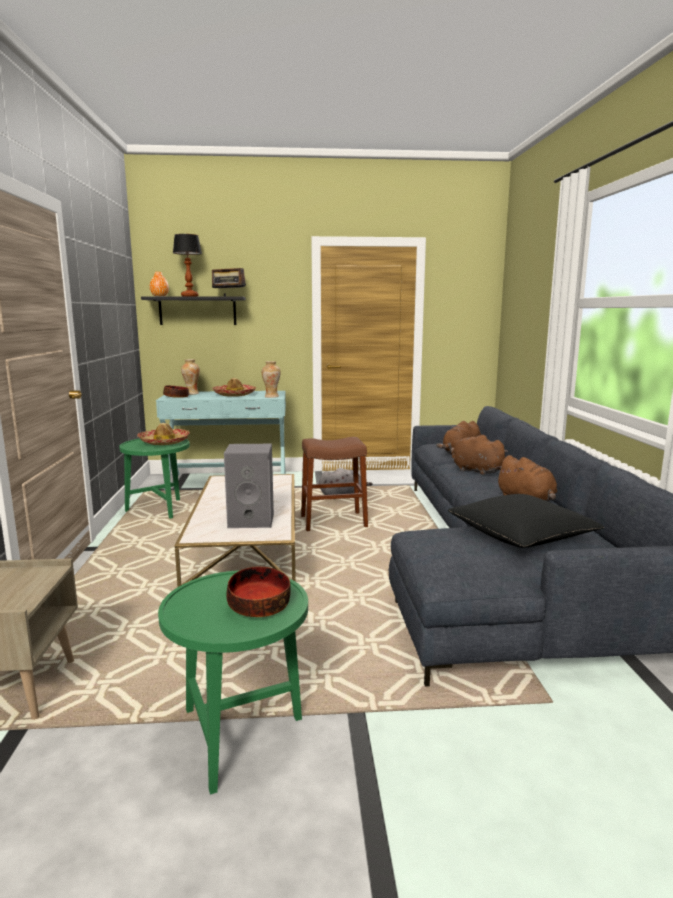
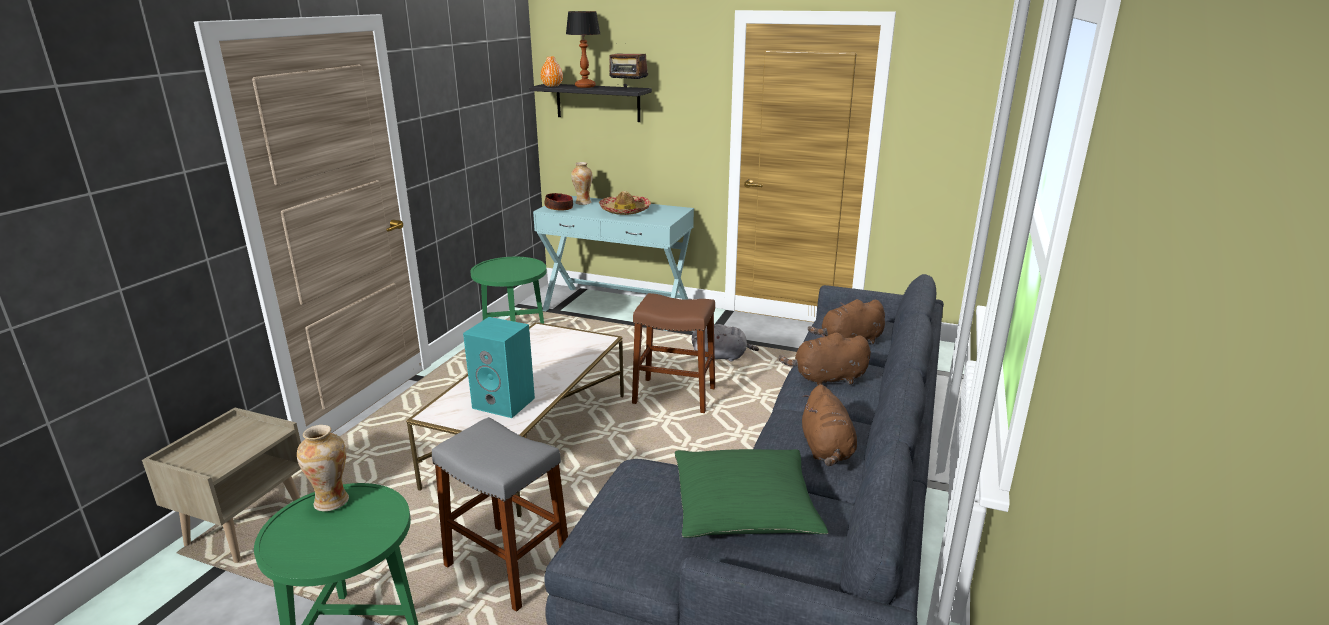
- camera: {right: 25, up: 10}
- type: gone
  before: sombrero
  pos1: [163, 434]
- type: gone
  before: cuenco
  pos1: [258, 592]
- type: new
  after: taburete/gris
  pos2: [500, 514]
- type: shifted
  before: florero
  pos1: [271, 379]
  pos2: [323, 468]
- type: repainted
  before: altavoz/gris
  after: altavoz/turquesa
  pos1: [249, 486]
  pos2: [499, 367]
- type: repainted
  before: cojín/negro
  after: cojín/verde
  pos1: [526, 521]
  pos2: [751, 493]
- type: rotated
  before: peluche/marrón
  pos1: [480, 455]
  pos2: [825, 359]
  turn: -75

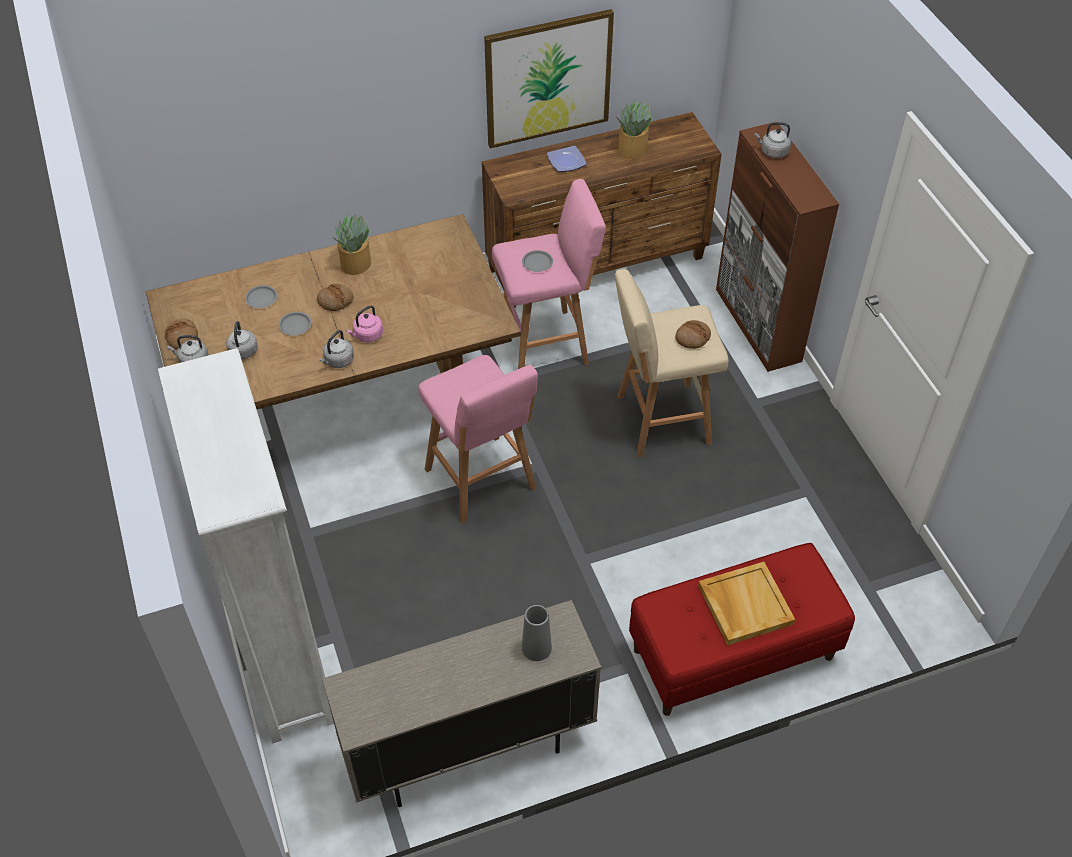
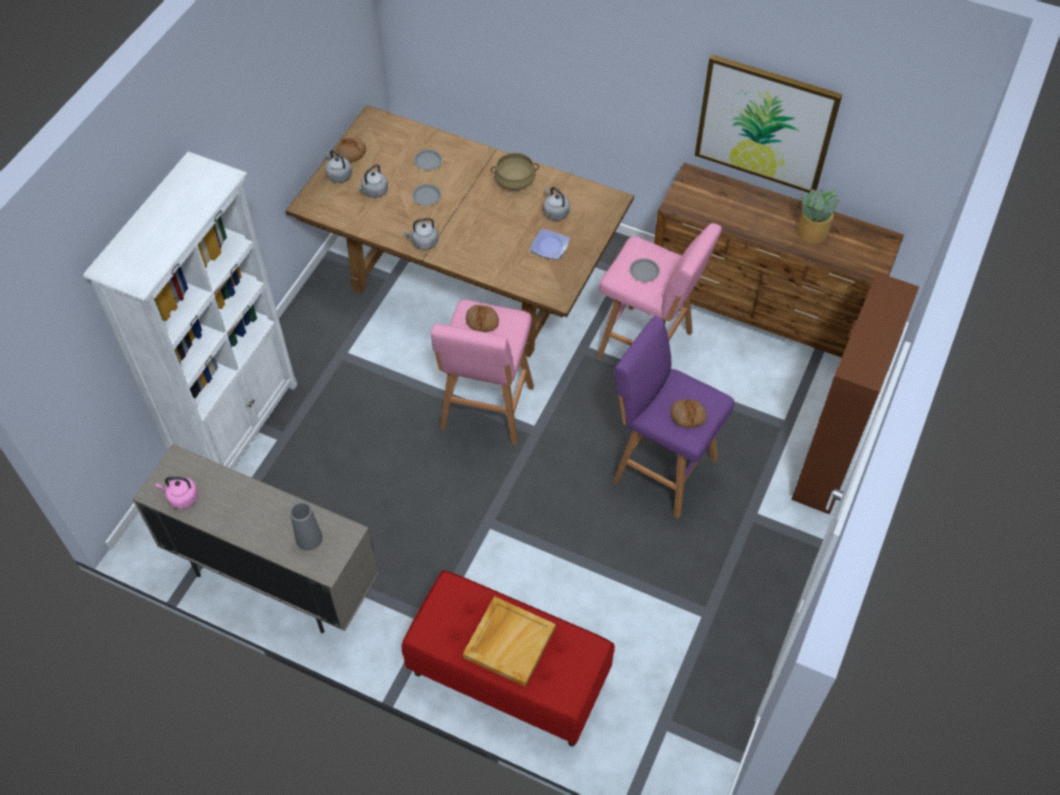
- camera: {right: 45, up: 5}
- type: shifted
  before: pan
  pos1: [335, 297]
  pos2: [482, 318]
- type: shifted
  before: hervidor/rosa
  pos1: [364, 323]
  pos2: [176, 493]
- type: shifted
  before: plato
  pos1: [567, 159]
  pos2: [550, 244]
- type: shifted
  before: hervidor/gris
  pos1: [773, 140]
  pos2: [556, 204]
- type: swapped
  before: planta en maceta
  after: olla/beis
  pos1: [352, 244]
  pos2: [515, 171]
- type: repainted
  before: taburete/beis
  after: taburete/morado
  pos1: [672, 363]
  pos2: [673, 417]

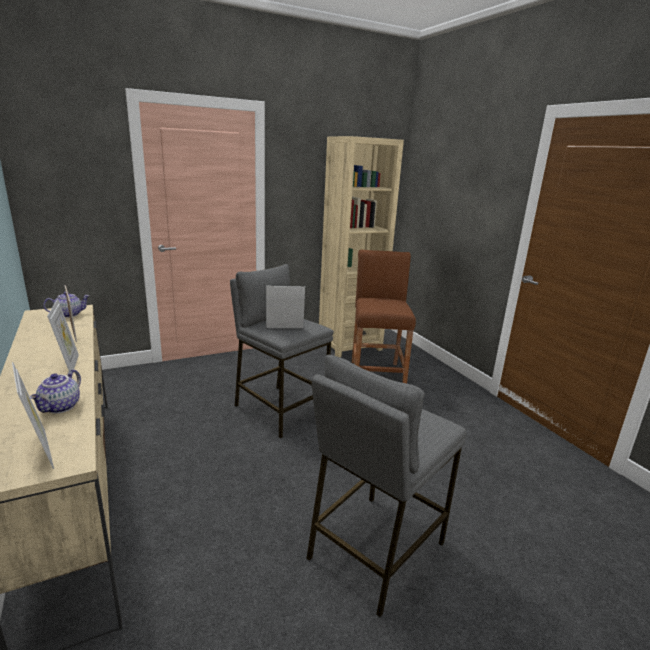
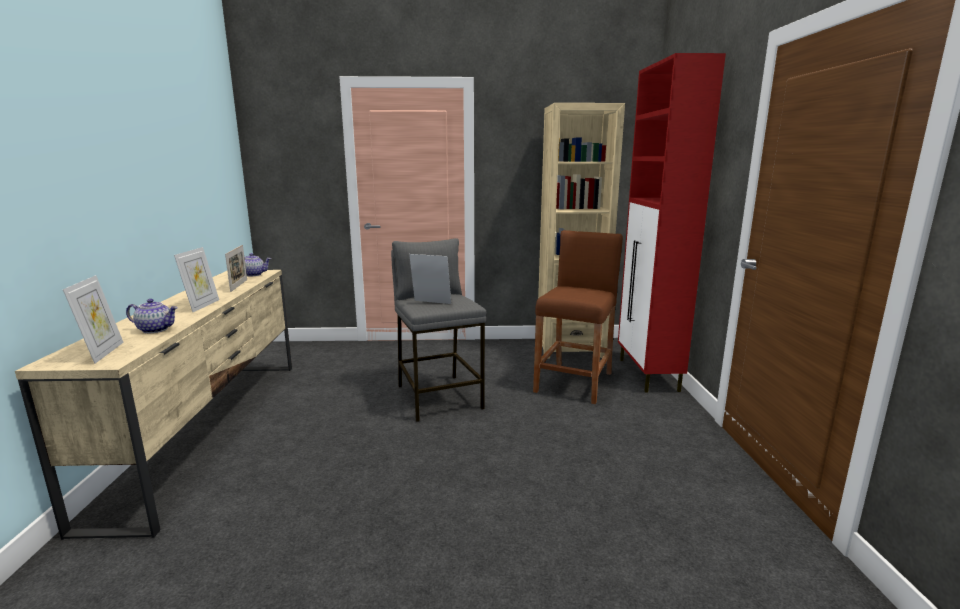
- camera: {right: 25, up: -5}
- type: gone
  before: taburete/gris
  pos1: [386, 486]
- type: new
  after: armario/rojo
  pos2: [672, 222]
- type: rotated
  before: tetera
  pos1: [55, 391]
  pos2: [152, 316]
  turn: -120

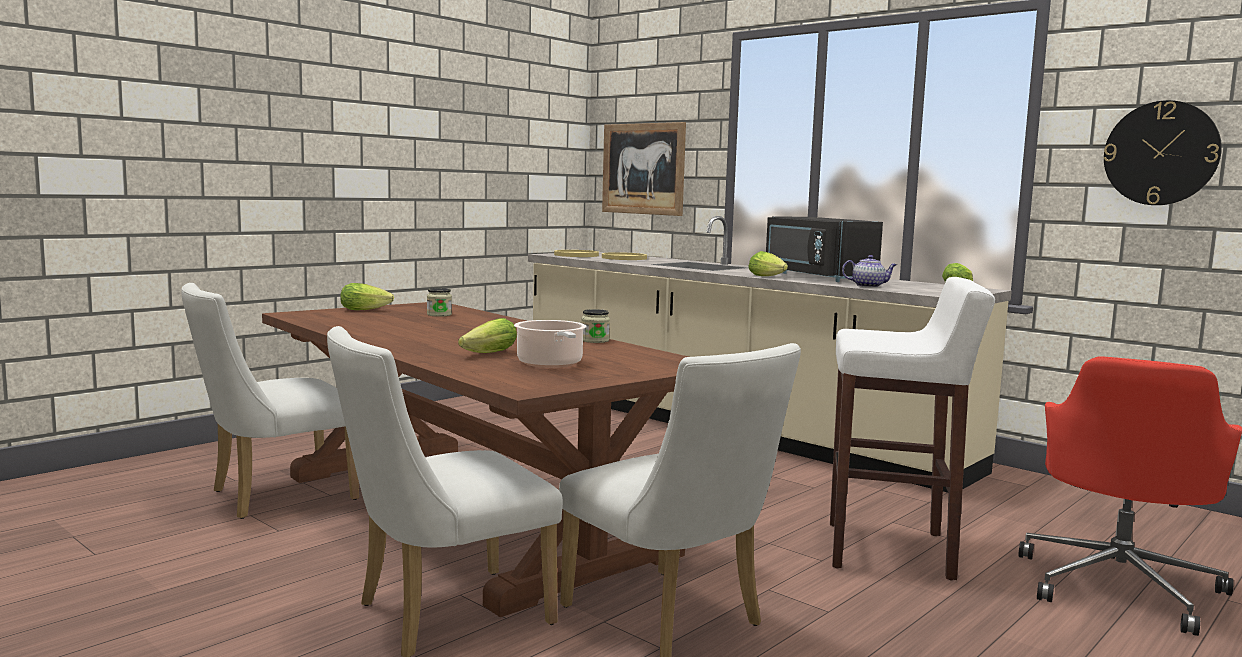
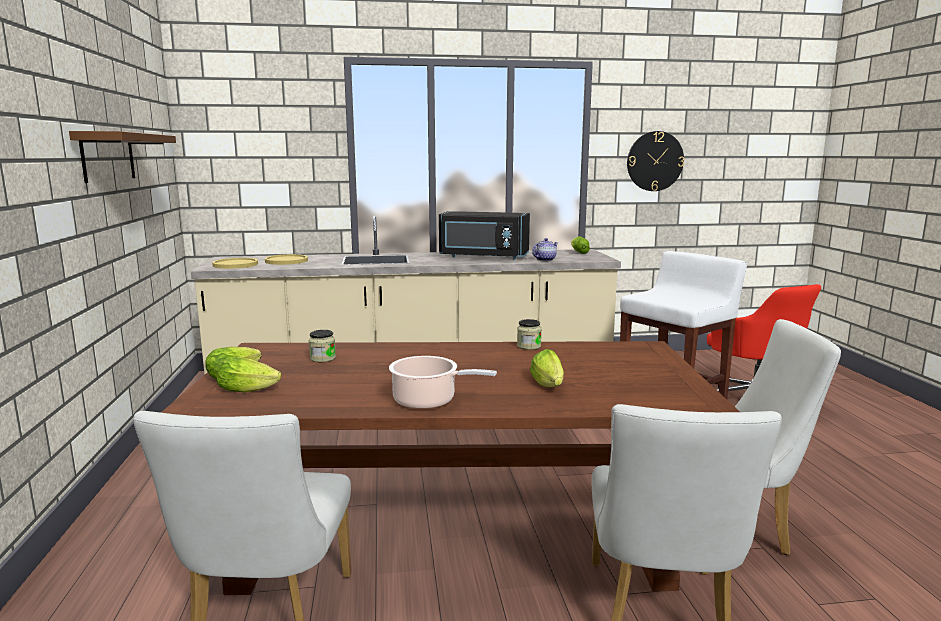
- camera: {right: -50, up: 5}
- type: gone
  before: cuadro
  pos1: [644, 169]
- type: new
  after: estante/marrón
  pos2: [122, 157]
- type: shifted
  before: olla
  pos1: [550, 344]
  pos2: [443, 382]
- type: shifted
  before: lechuga
  pos1: [768, 263]
  pos2: [248, 374]

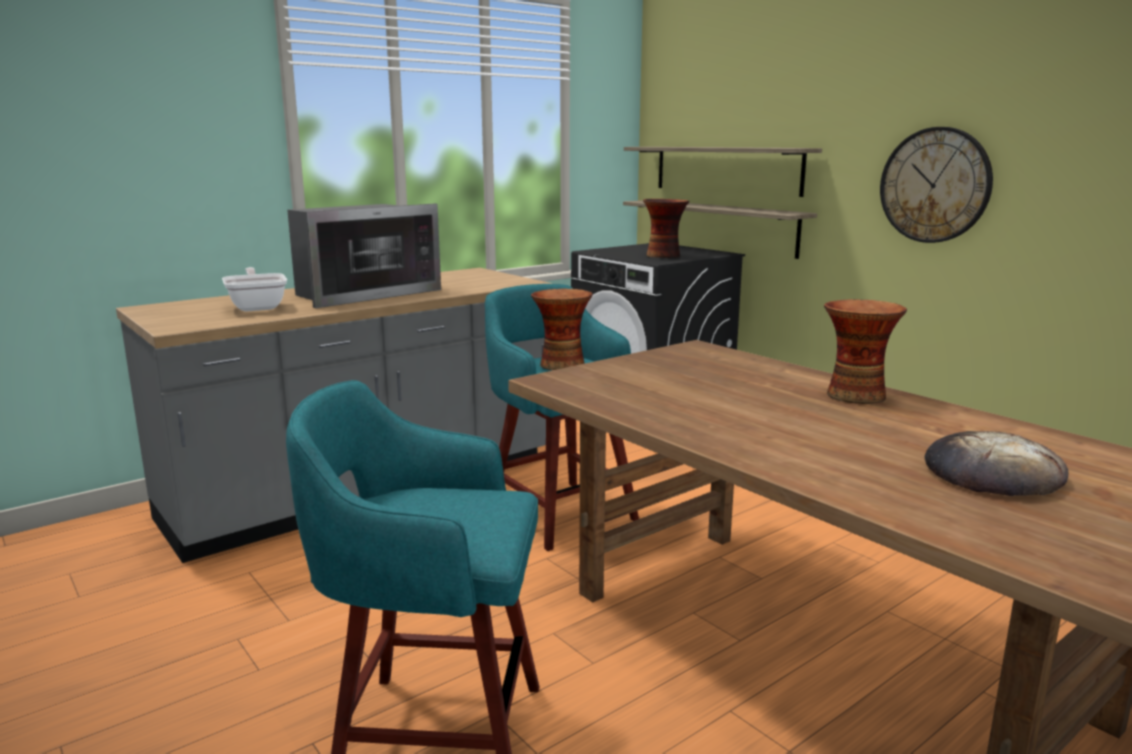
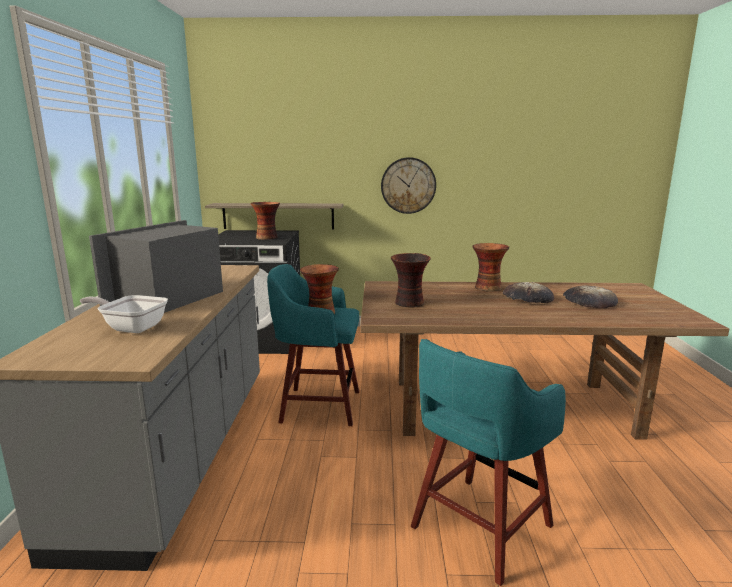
- camera: {right: -50, up: 0}
- type: gone
  before: estante
  pos1: [723, 172]
- type: new
  after: florero
  pos2: [411, 280]
- type: new
  after: pan
  pos2: [528, 292]
- type: rotated
  before: microondas
  pos1: [364, 255]
  pos2: [156, 266]
  turn: -150

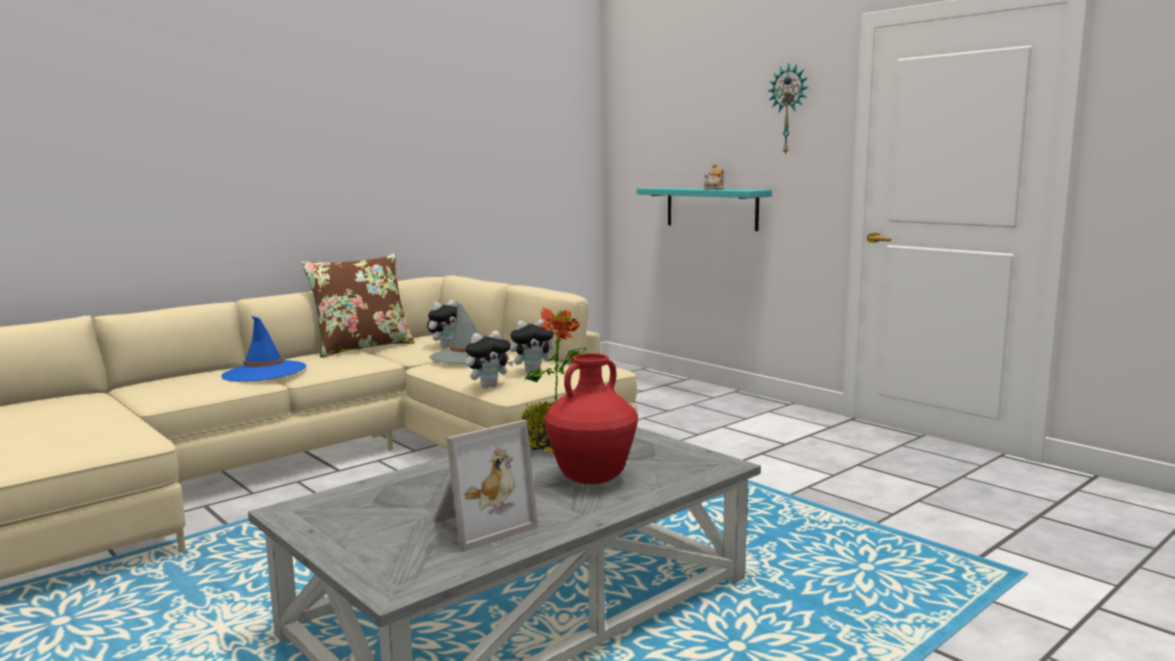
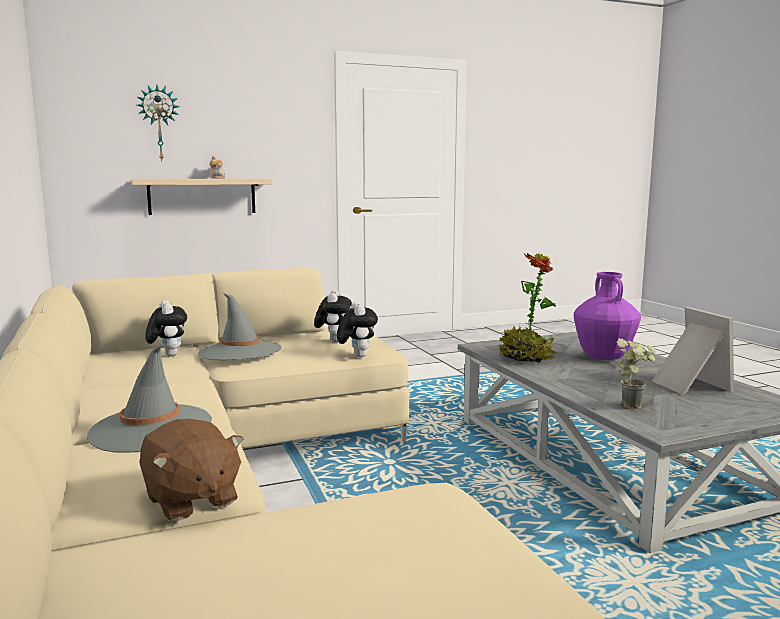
- camera: {right: -70, up: 0}
- type: gone
  before: cojín/marrón
  pos1: [358, 306]
- type: new
  after: peluche/marrón
  pos2: [191, 470]
- type: new
  after: planta en maceta
  pos2: [636, 373]
- type: shifted
  before: reloj de pared
  pos1: [788, 109]
  pos2: [158, 123]
- type: repainted
  before: sombrero/azul
  after: sombrero/gris
  pos1: [263, 349]
  pos2: [149, 399]
- type: repainted
  before: florero/rojo
  after: florero/morado
  pos1: [591, 418]
  pos2: [607, 316]
- type: repainted
  before: estante/turquesa
  after: estante/beis
  pos1: [704, 209]
  pos2: [202, 197]

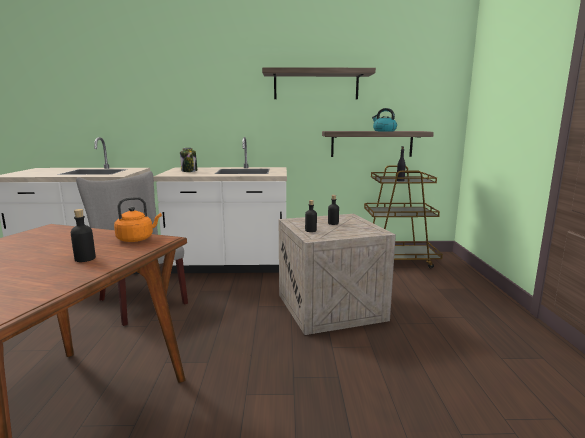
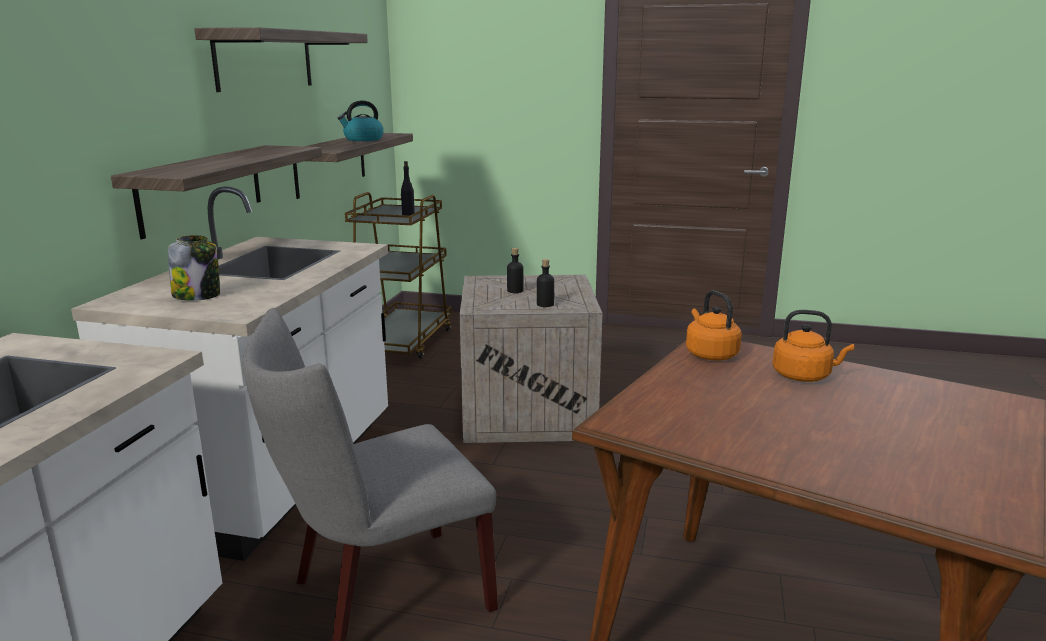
- camera: {right: -75, up: 5}
- type: new
  after: estante
  pos2: [216, 192]
- type: swapped
  before: botella/negro
  after: hervidor/naranja
  pos1: [83, 235]
  pos2: [813, 346]

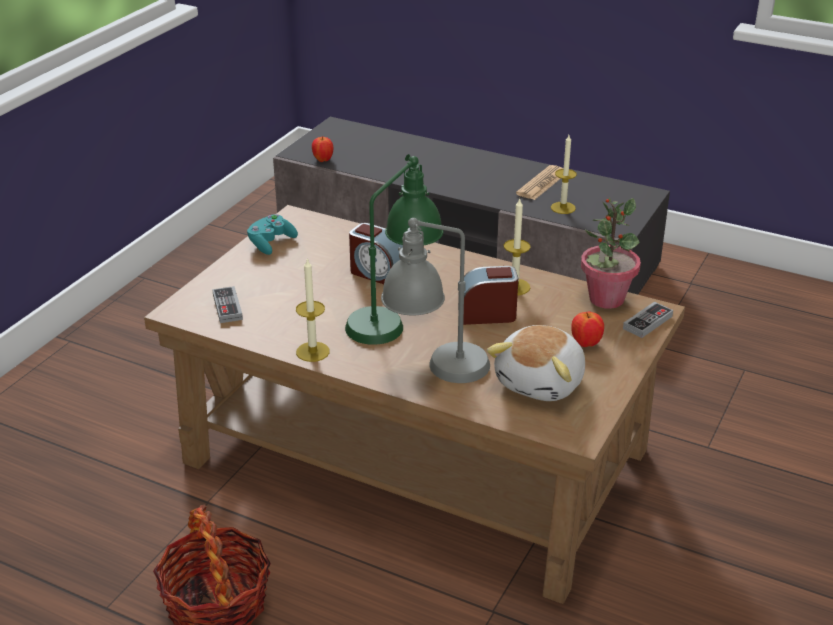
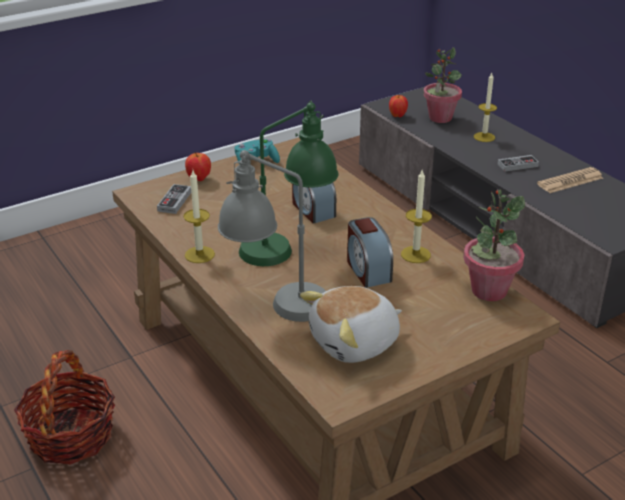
- camera: {right: 30, up: 0}
- type: new
  after: planta en maceta
  pos2: [442, 85]
- type: shifted
  before: vela
  pos1: [564, 174]
  pos2: [485, 107]
- type: shifted
  before: manzana
  pos1: [587, 329]
  pos2: [198, 166]
- type: shifted
  before: mando de consola
  pos1: [648, 320]
  pos2: [518, 163]
- type: rotated
  before: despertador
  pos1: [488, 295]
  pos2: [370, 252]
  turn: -135

